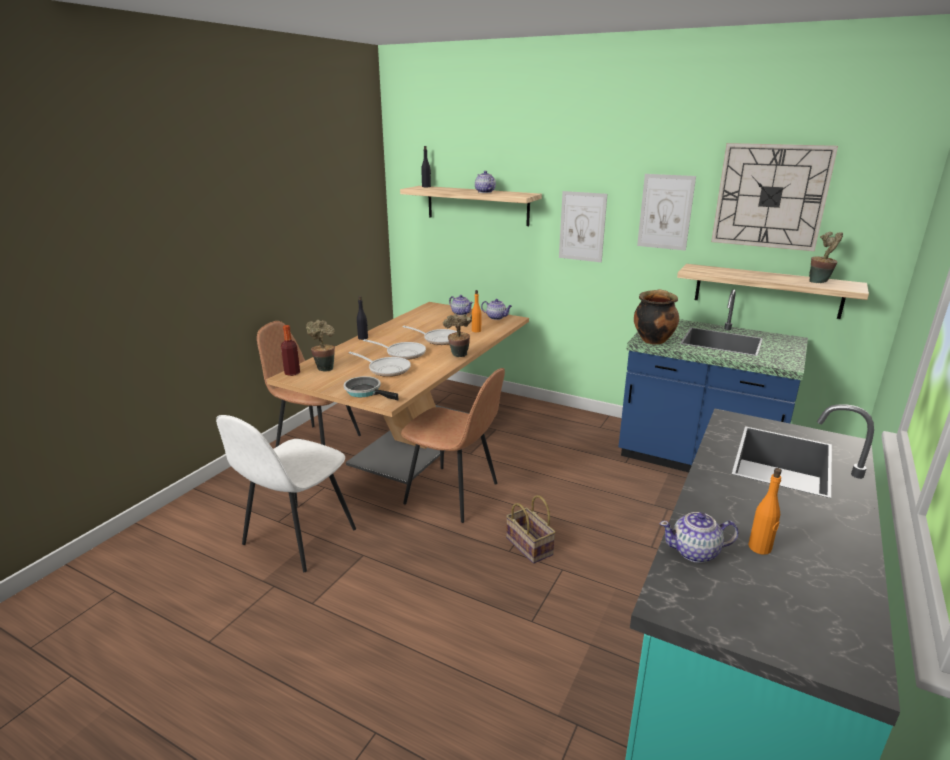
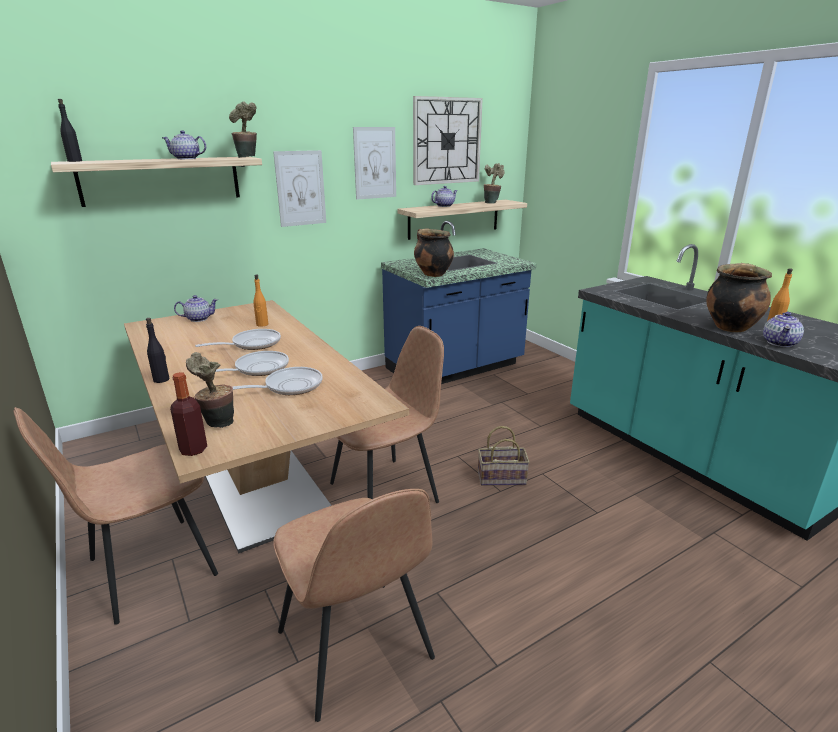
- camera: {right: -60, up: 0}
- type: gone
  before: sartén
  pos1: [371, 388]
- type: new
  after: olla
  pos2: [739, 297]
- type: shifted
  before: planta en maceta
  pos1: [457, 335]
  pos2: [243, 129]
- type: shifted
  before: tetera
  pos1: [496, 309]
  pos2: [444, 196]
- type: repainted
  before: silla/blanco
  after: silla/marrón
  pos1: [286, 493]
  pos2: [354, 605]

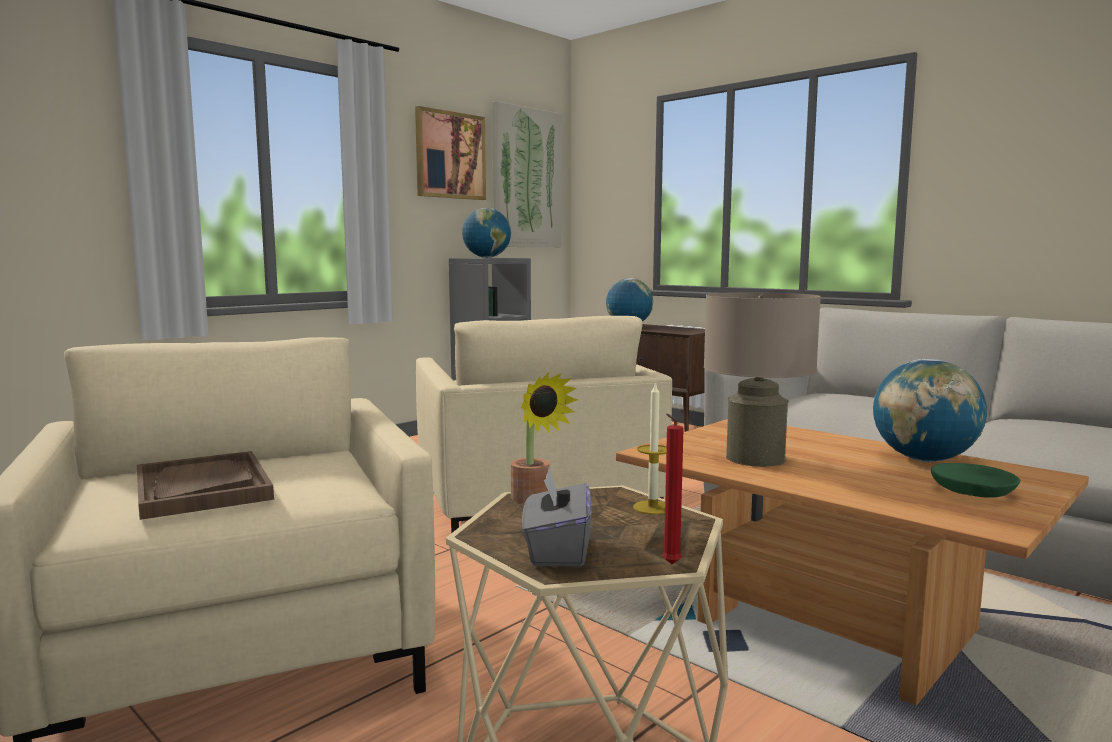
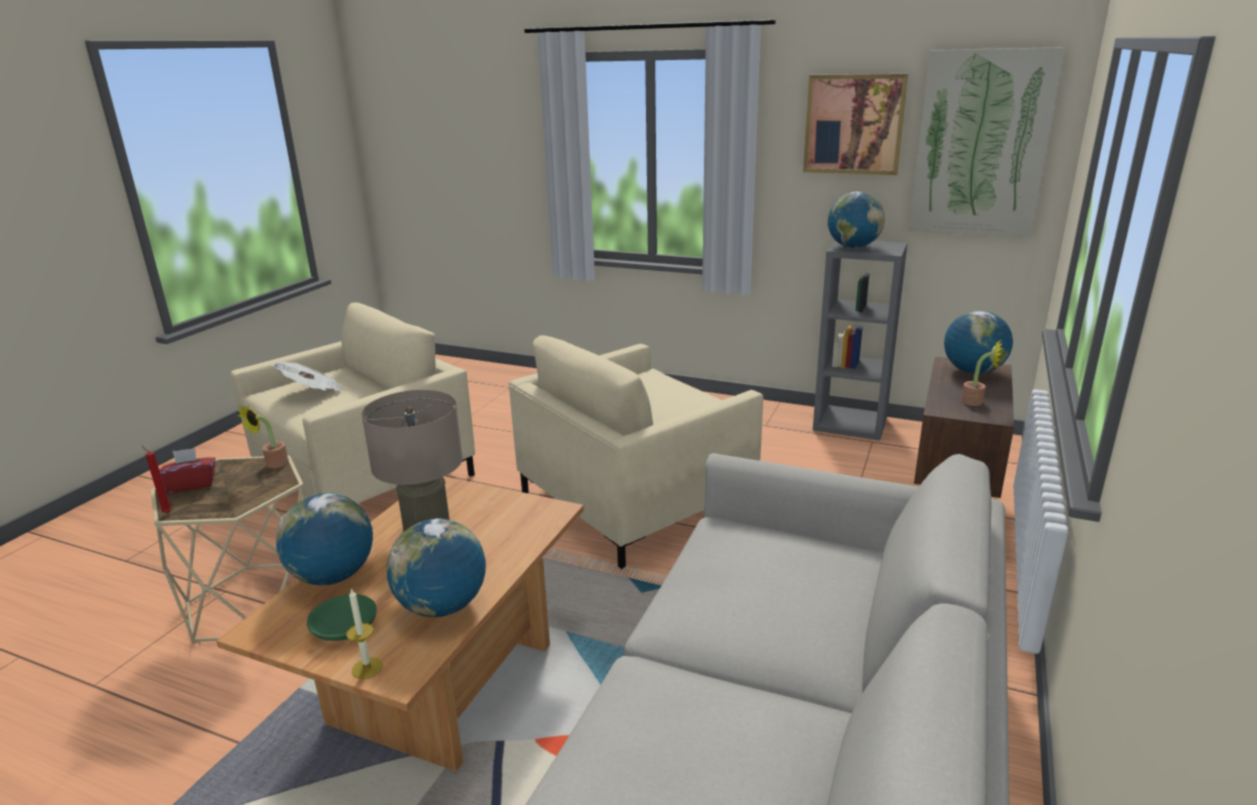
- camera: {right: 70, up: 15}
- type: new
  after: globo terráqueo
  pos2: [324, 539]
- type: new
  after: planta en maceta
  pos2: [982, 372]
- type: shifted
  before: vela
  pos1: [650, 448]
  pos2: [364, 634]
- type: swapped
  before: bandeja/marrón
  after: periódico
  pos1: [205, 485]
  pos2: [308, 376]
- type: repainted
  before: caja de pañuelos/gris
  after: caja de pañuelos/rojo
  pos1: [557, 517]
  pos2: [187, 470]

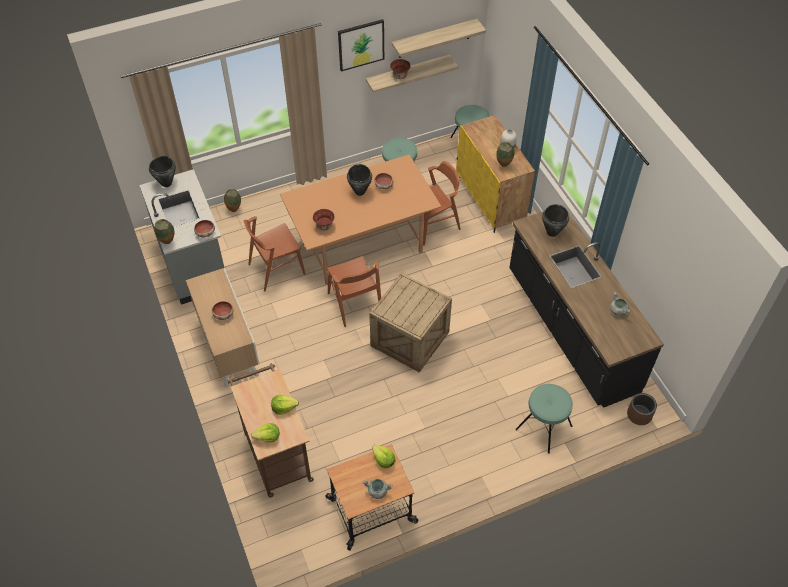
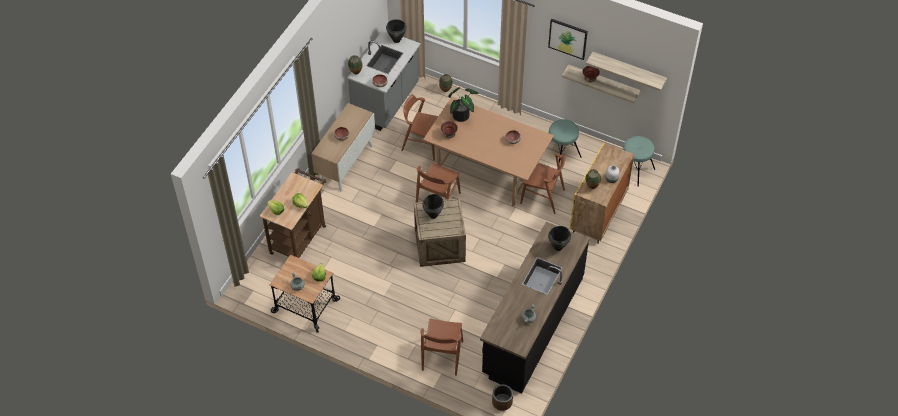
- camera: {right: 50, up: 0}
- type: new
  after: planta en maceta
  pos2: [463, 104]
- type: shifted
  before: olla/negro
  pos1: [359, 180]
  pos2: [433, 206]
- type: swapped
  before: taburete/turquesa
  after: silla/marrón
  pos1: [544, 419]
  pos2: [441, 347]

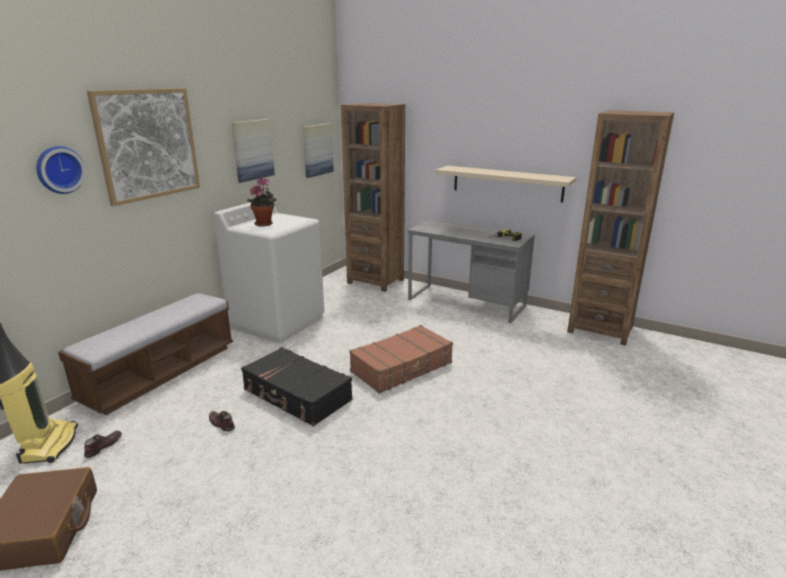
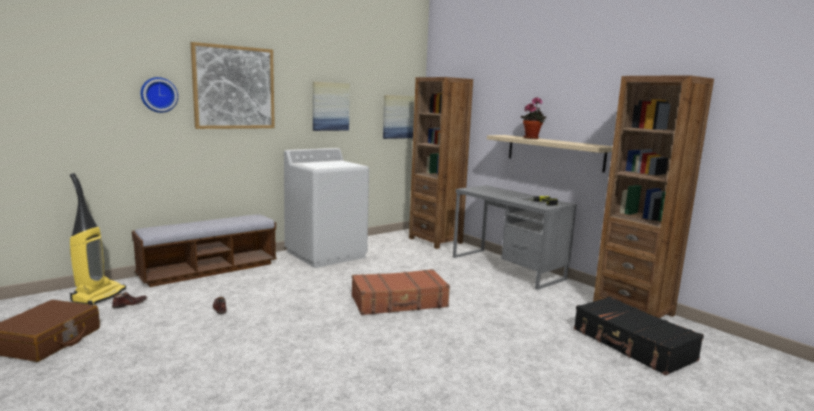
- camera: {right: 20, up: -10}
- type: shifted
  before: maleta/negro
  pos1: [297, 387]
  pos2: [639, 335]
- type: shifted
  before: planta en maceta
  pos1: [261, 202]
  pos2: [533, 118]

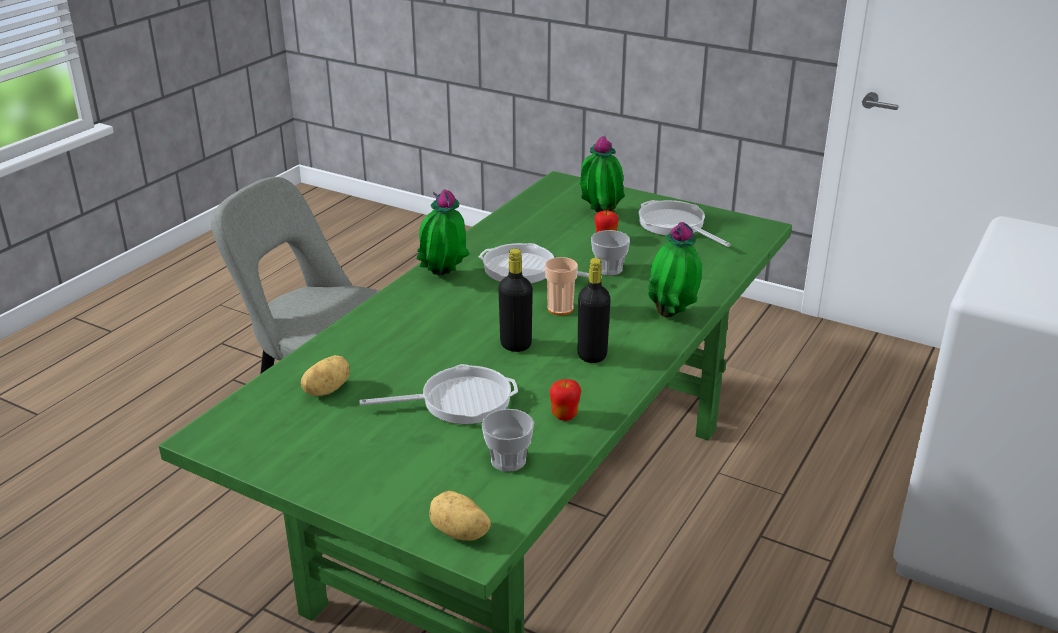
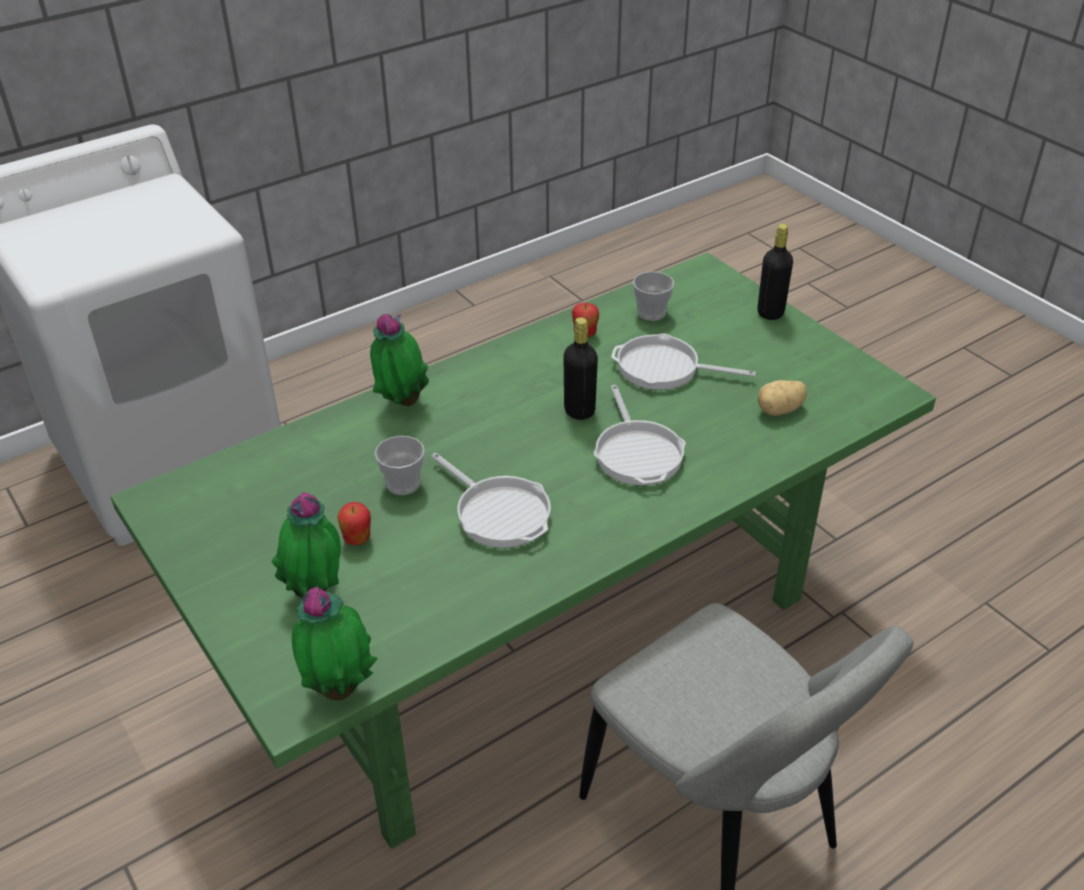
- camera: {right: -155, up: 10}
- type: gone
  before: patata
  pos1: [460, 516]
- type: gone
  before: taza
  pos1: [561, 286]
- type: shifted
  before: planta en maceta
  pos1: [443, 232]
  pos2: [335, 643]
- type: shifted
  before: botella/negro
  pos1: [594, 310]
  pos2: [775, 272]
- type: shifted
  before: sartén
  pos1: [685, 223]
  pos2: [640, 435]

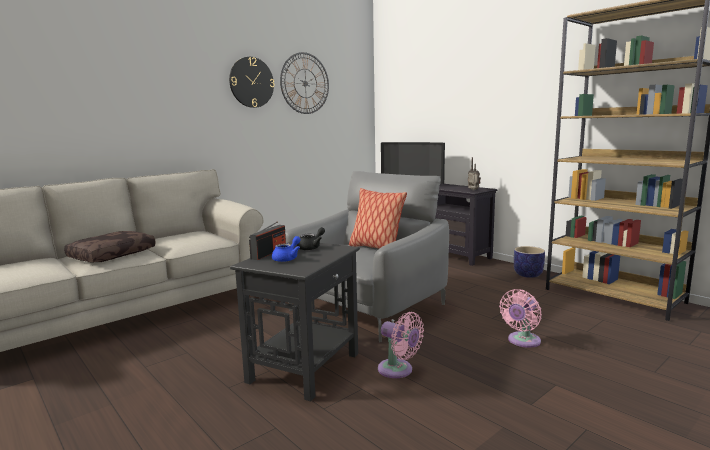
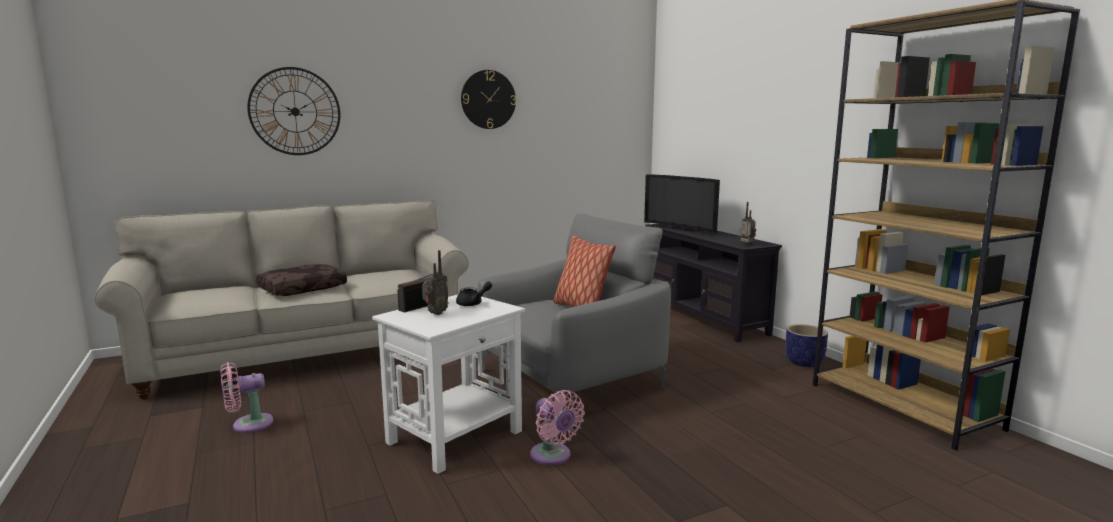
- camera: {right: 15, up: 0}
- type: shifted
  before: reloj de pared
  pos1: [304, 83]
  pos2: [293, 111]
- type: shifted
  before: ventilador/rosa
  pos1: [520, 318]
  pos2: [247, 397]
- type: swapped
  before: tetera/azul
  after: radio
  pos1: [286, 249]
  pos2: [435, 282]
- type: repainted
  before: mesa auxiliar/negro
  after: mesa auxiliar/blanco
  pos1: [295, 321]
  pos2: [448, 384]

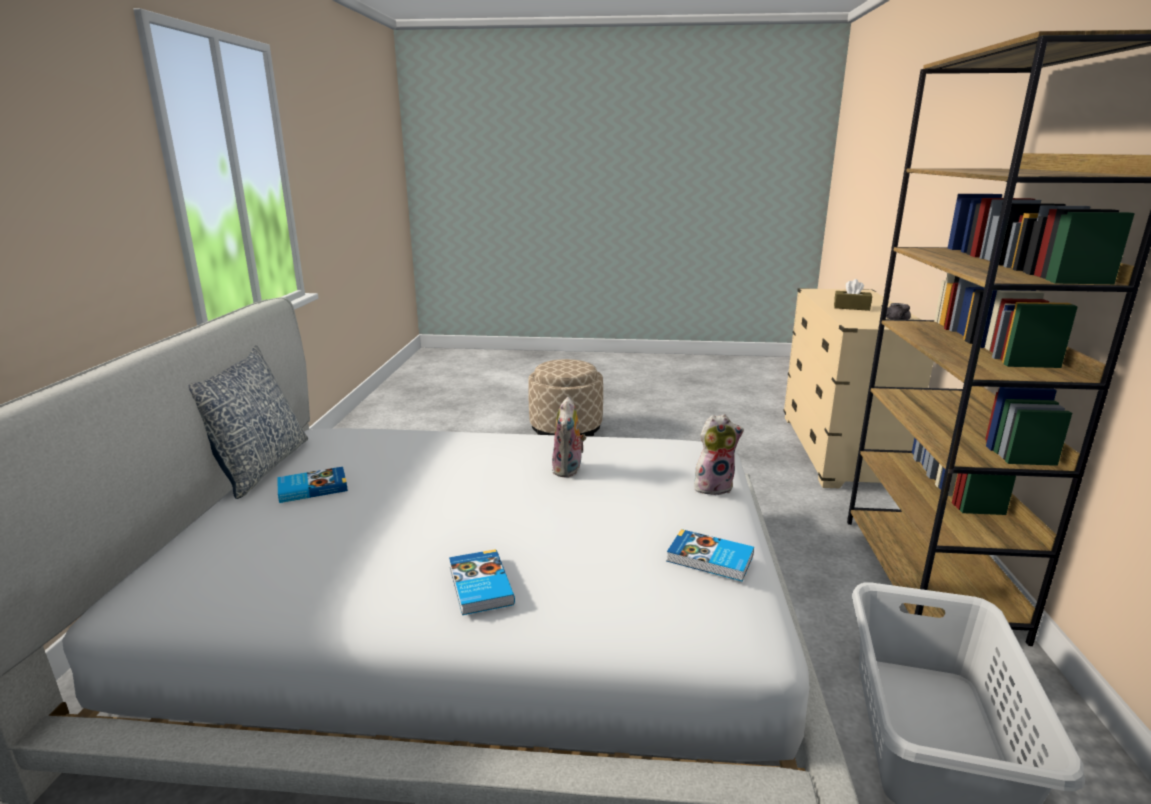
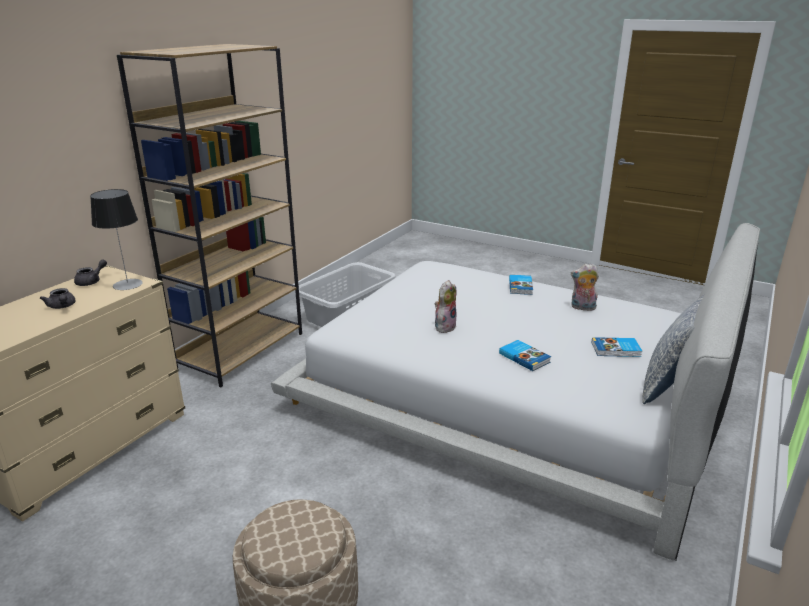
- camera: {right: -155, up: 5}
- type: new
  after: lámpara de mesa
  pos2: [116, 239]
- type: shifted
  before: libro
  pos1: [710, 555]
  pos2: [525, 355]
- type: shifted
  before: peluche
  pos1: [719, 454]
  pos2: [585, 287]
- type: swapped
  before: caja de pañuelos/marrón
  after: tetera/gris
  pos1: [853, 295]
  pos2: [57, 298]

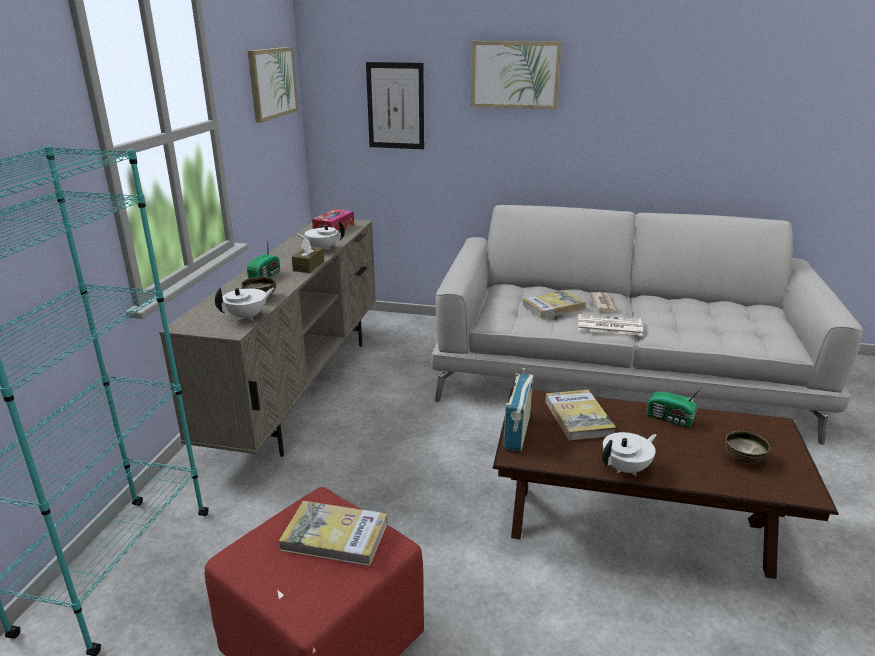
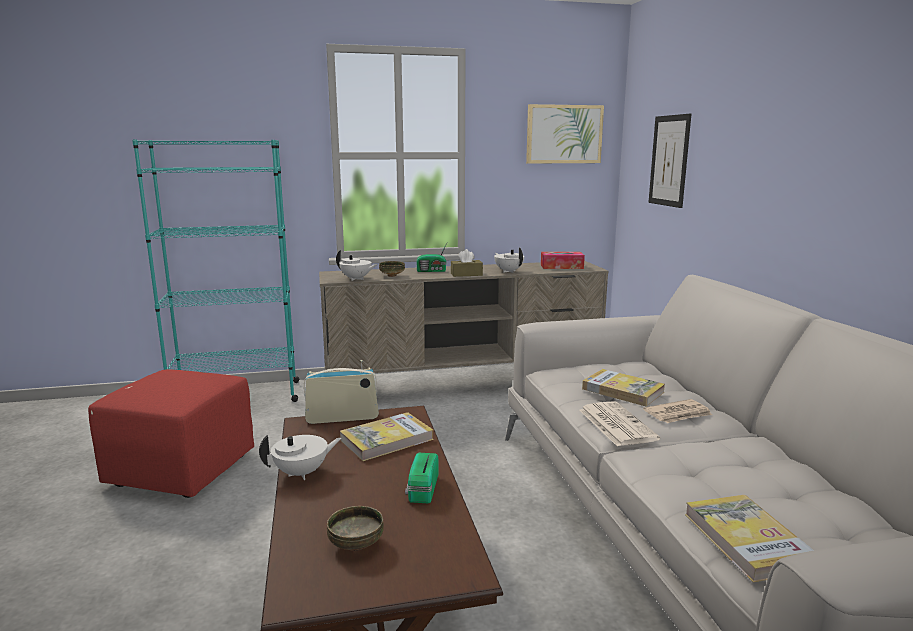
- camera: {right: 65, up: -10}
- type: gone
  before: cuadro
  pos1: [516, 75]
- type: shifted
  before: libro
  pos1: [333, 533]
  pos2: [749, 538]
- type: rotated
  before: tetera/blanco
  pos1: [629, 454]
  pos2: [300, 457]
  turn: -60

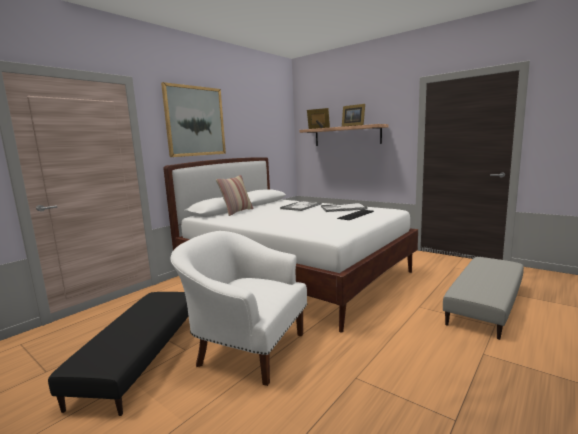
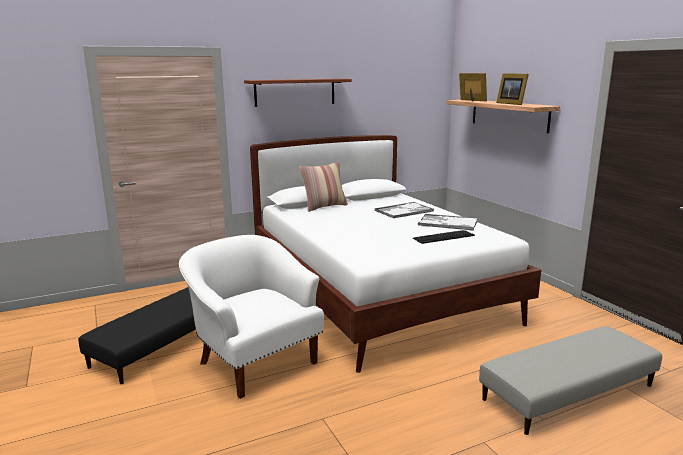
- camera: {right: 25, up: 5}
- type: swapped
  before: cuadro
  after: estante/marrón
  pos1: [193, 119]
  pos2: [298, 93]

